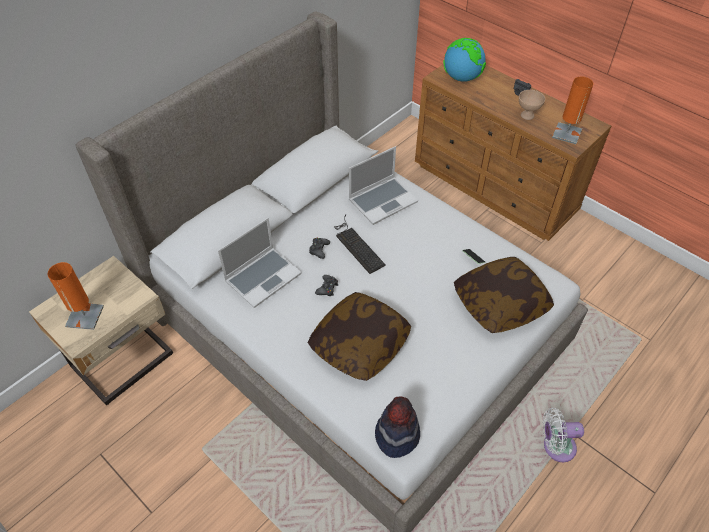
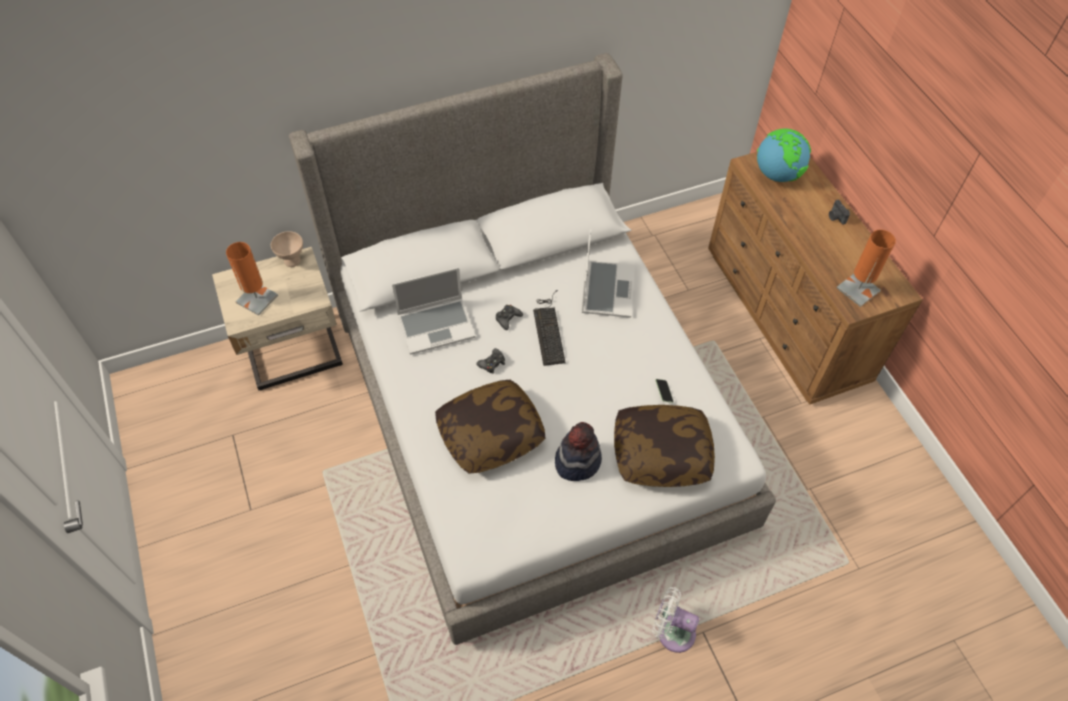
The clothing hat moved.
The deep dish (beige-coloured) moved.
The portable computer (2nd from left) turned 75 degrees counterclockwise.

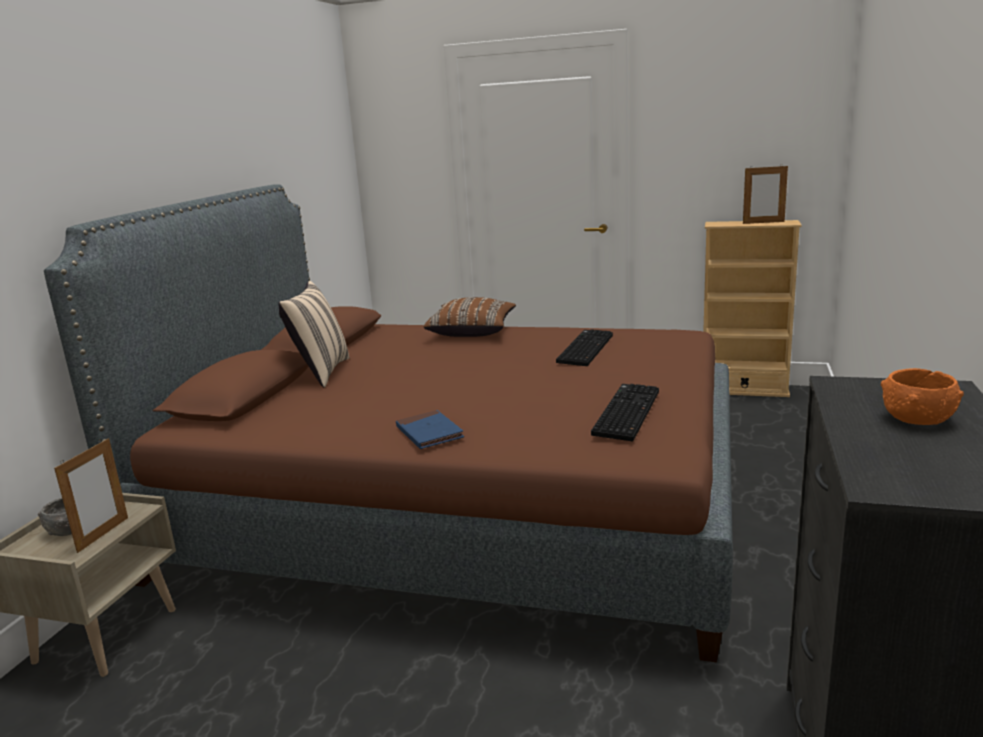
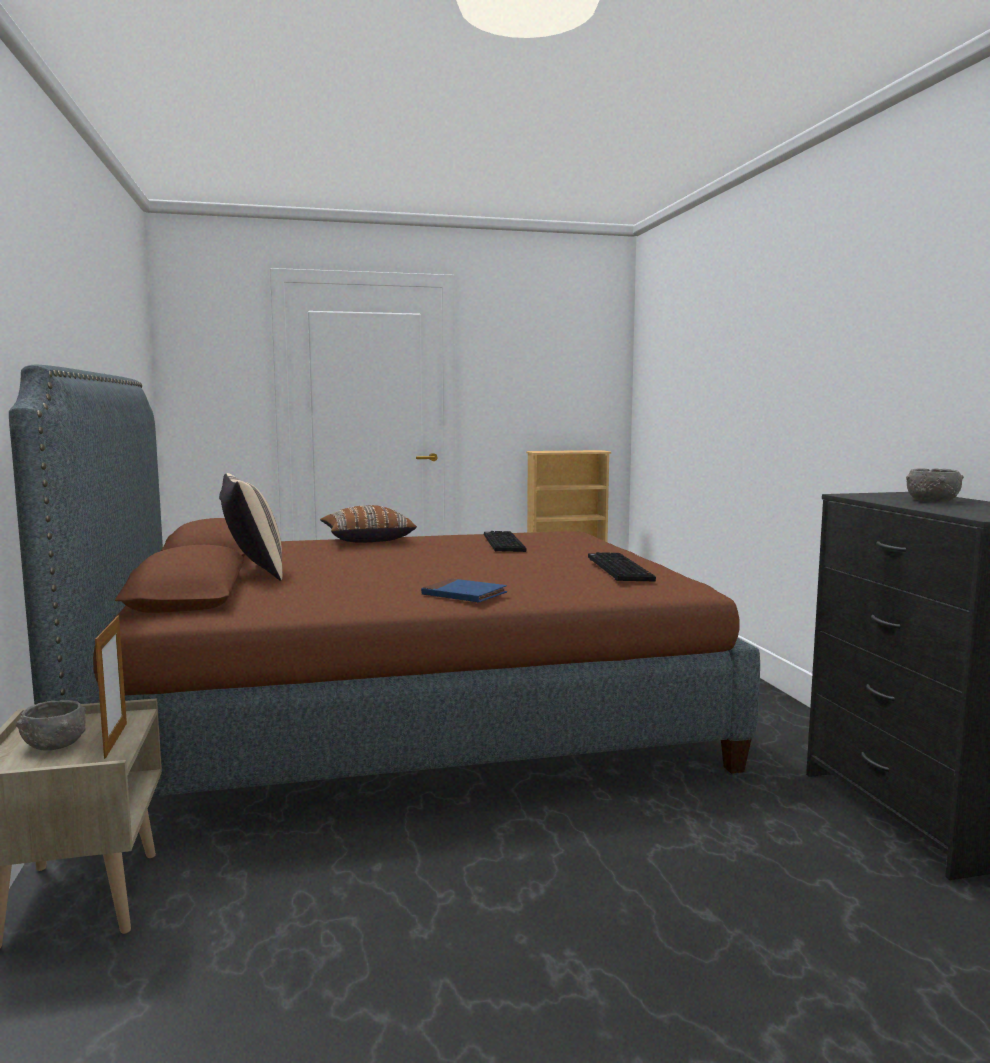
The picture frame (2nd from left) disappeared.
The deep dish (orange) became the deep dish (grey) (2nd from left).

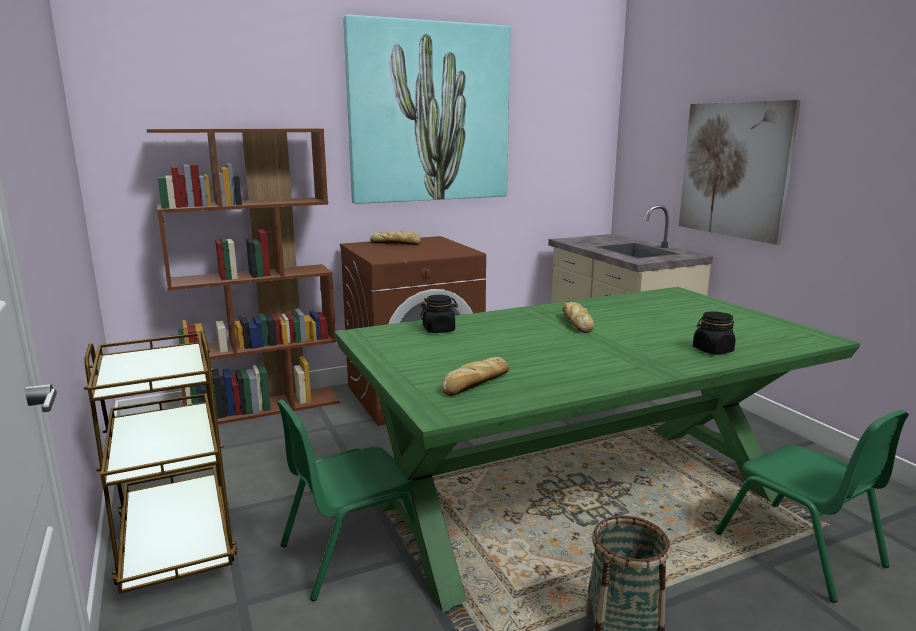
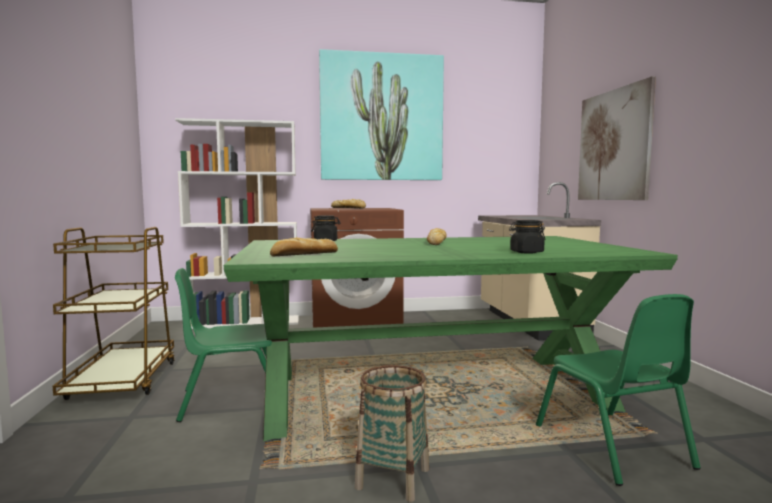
The bookshelf (brownish) became the bookshelf (whitish).

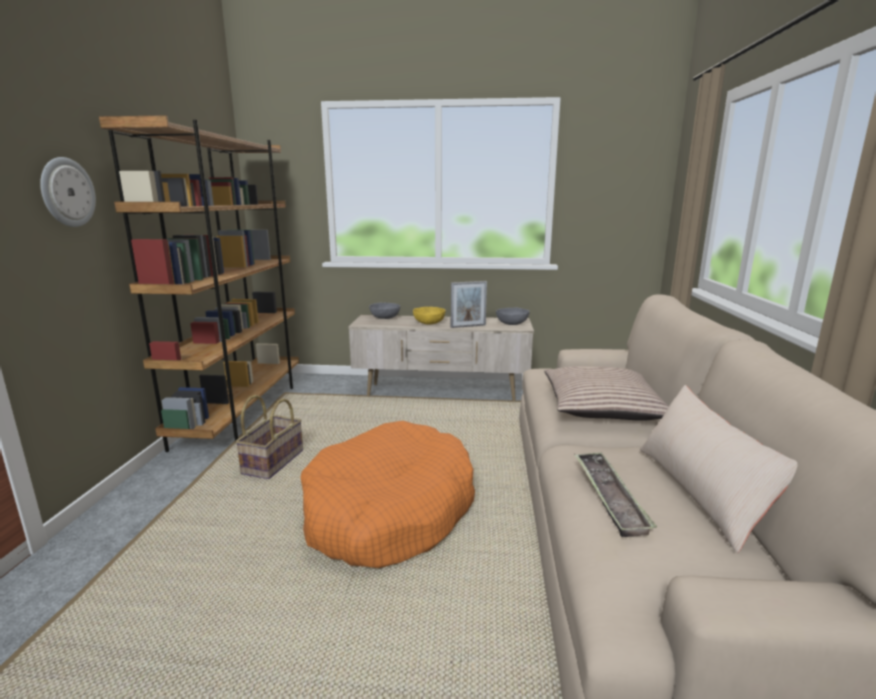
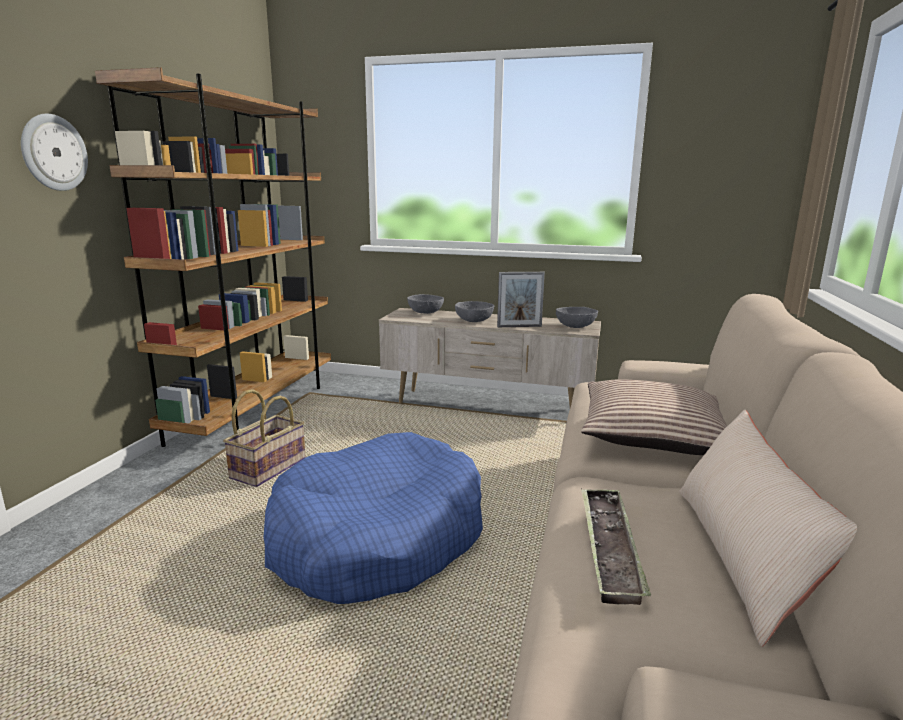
The pet bed (orange) became the pet bed (bluish).
The deep dish (yellowish) became the deep dish (grey) (2nd from left).

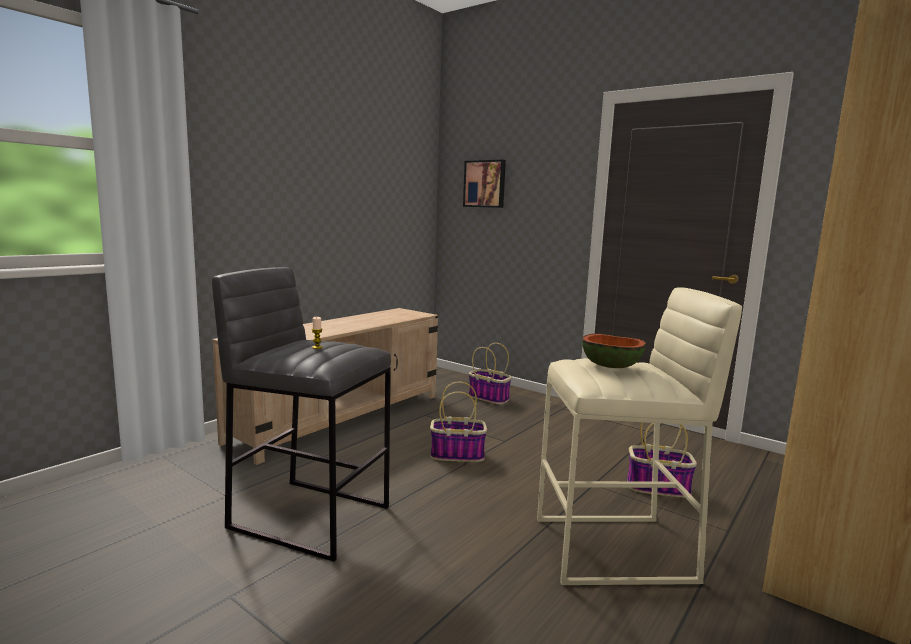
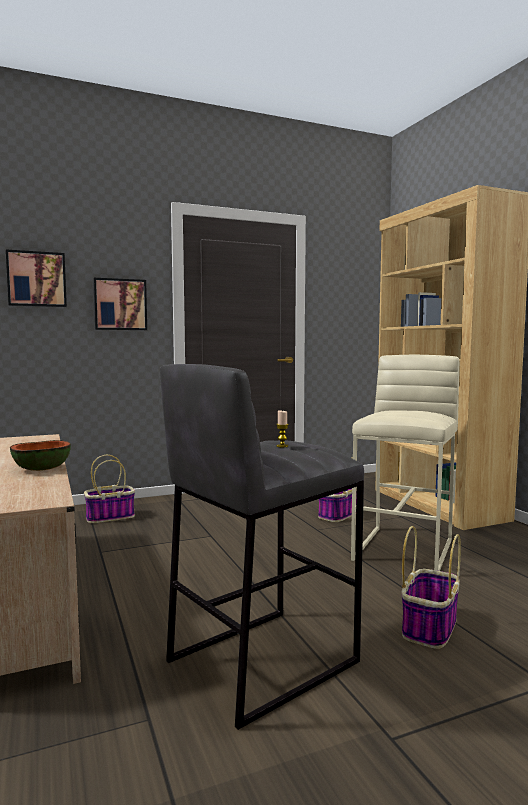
The wall picture (2nd from left) appeared.
The household basket (1st from left in the first image) moved.
The deep dish moved.

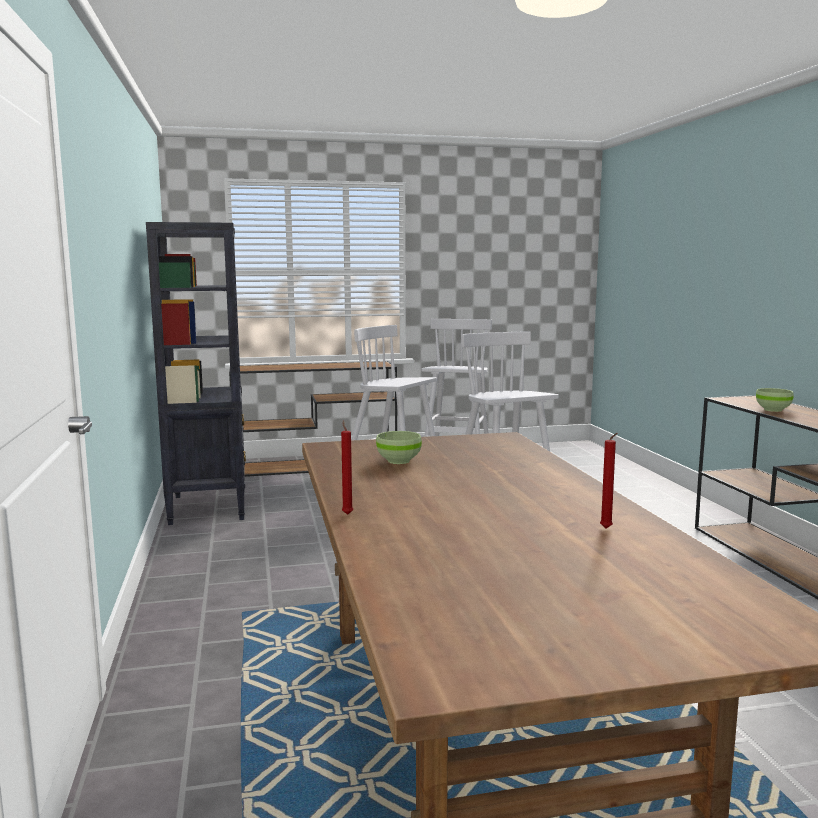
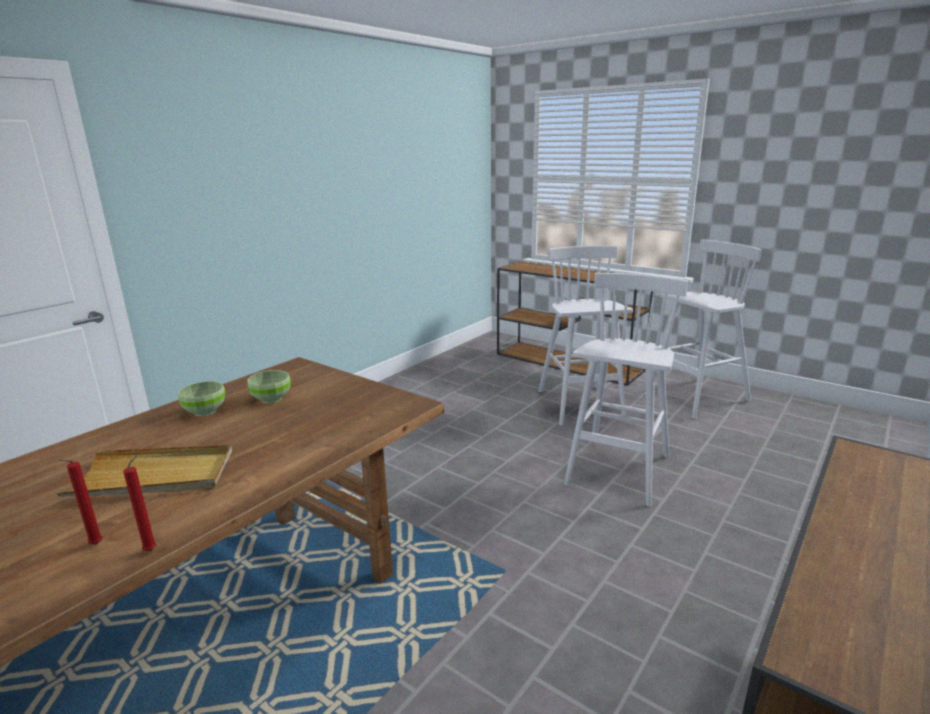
The bookshelf (black-coloured) disappeared.
The serving tray (beige-coloured) appeared.
The wax candle (reddish) (1st from left in the first image) moved.
The deep dish (greenish) (2nd from left in the first image) moved.

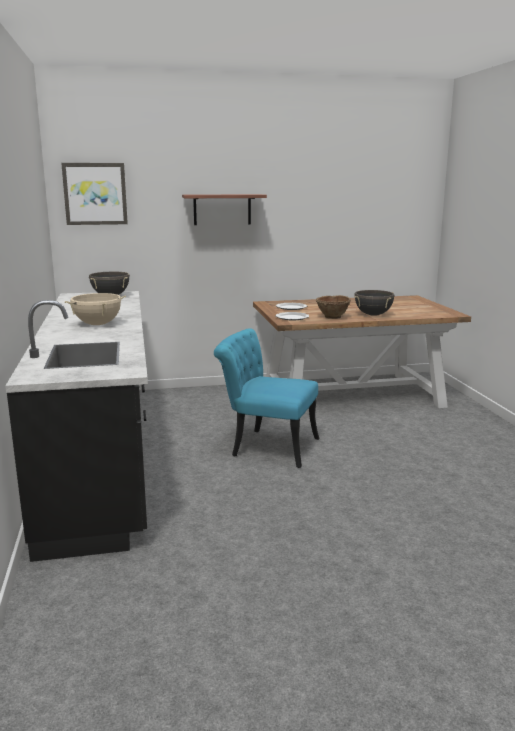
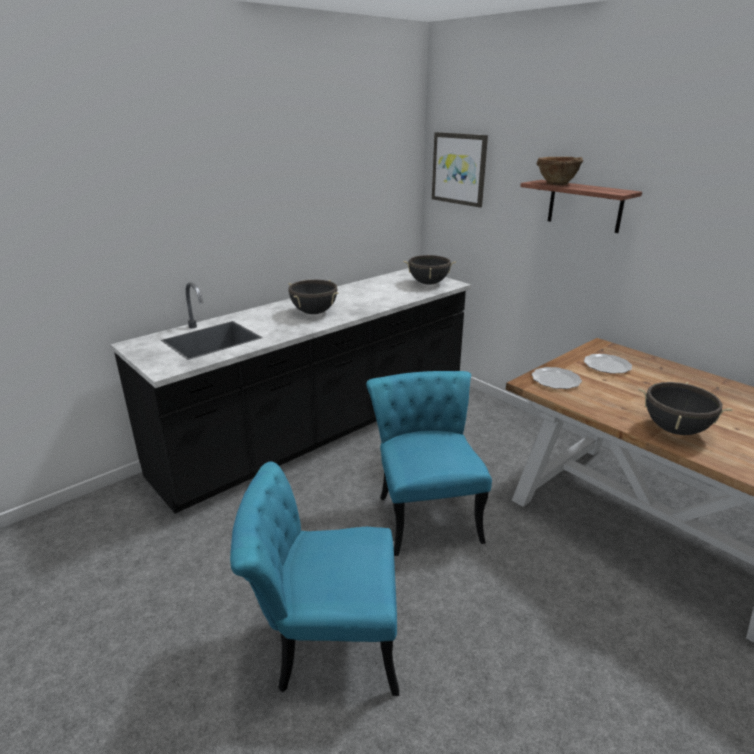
The upright chair (blue-green) (1st from left) appeared.
The deep dish (brownish) moved.
The cooking pot (beige-coloured) became the cooking pot (black-coloured) (1st from left).

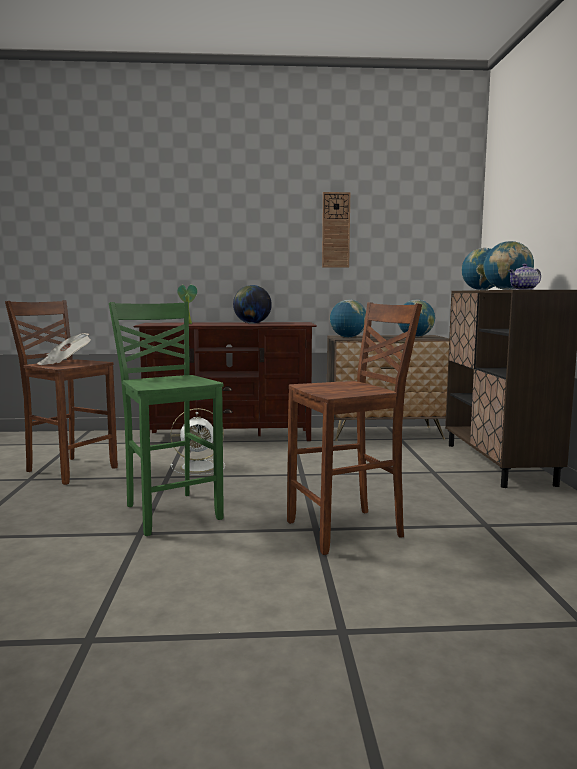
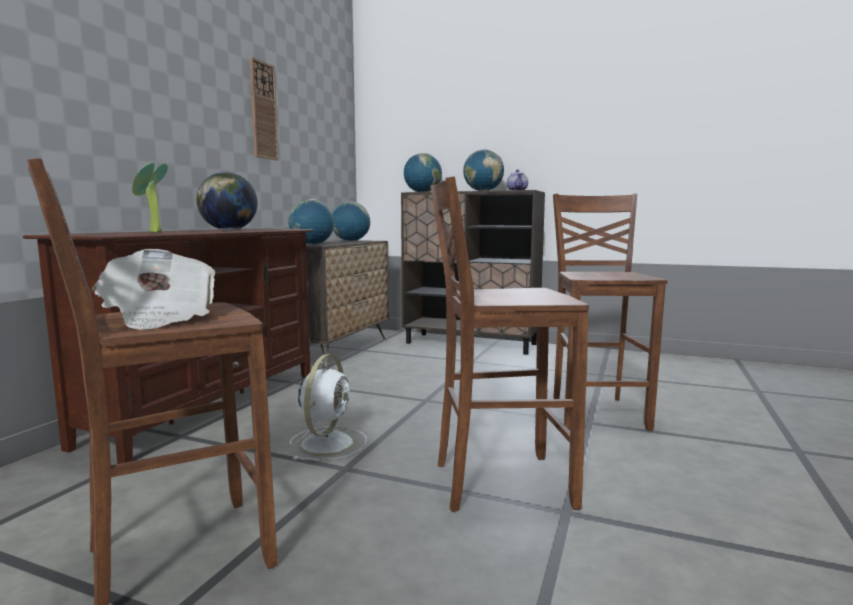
The stool (greenish) became the stool (brownish) (2nd from left).

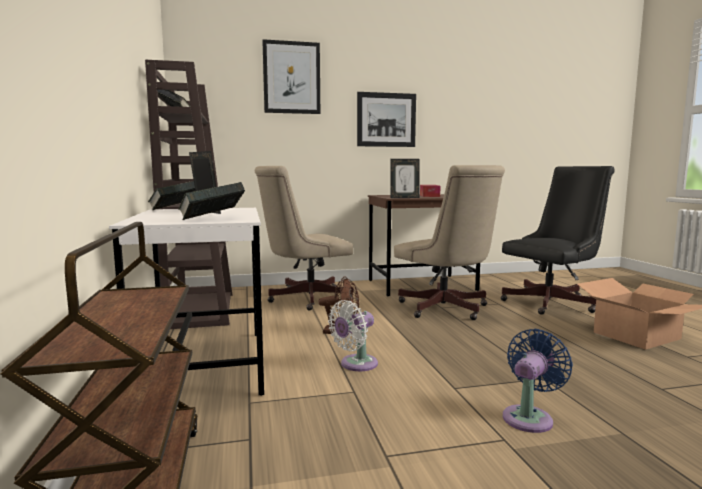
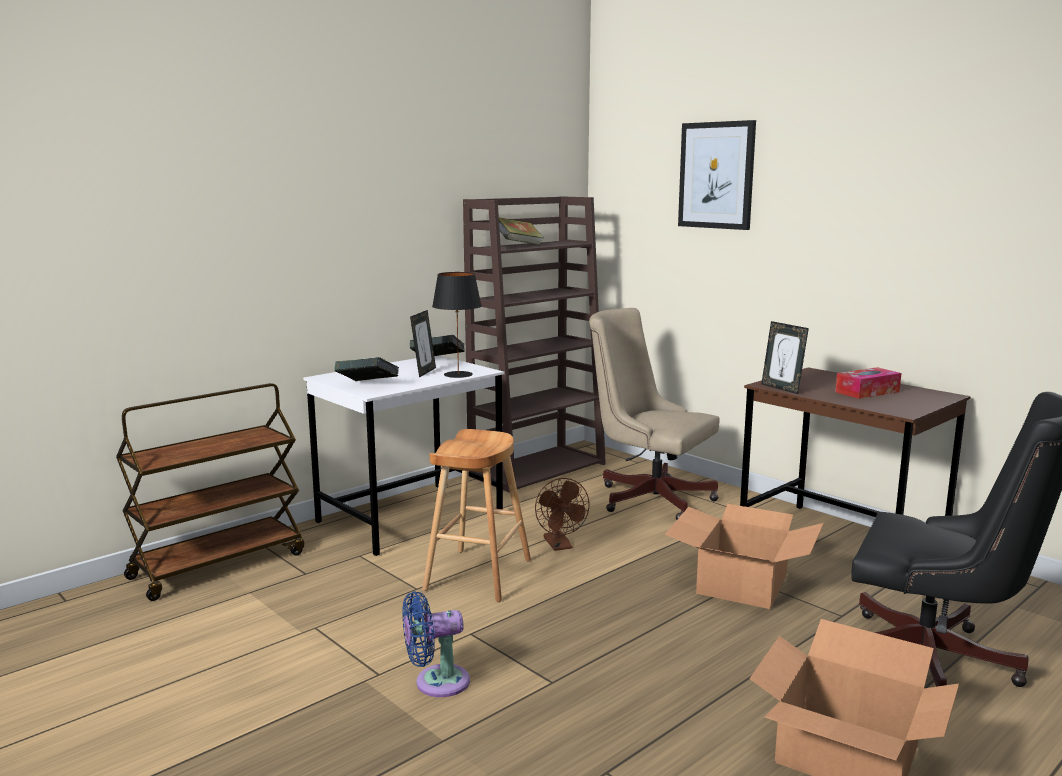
The wall picture (2nd from left) disappeared.
The lamp for a table (black-coloured) appeared.
The electric fan (whitish) was replaced by the stool (brownish).
The desk chair (beige-coloured) (2nd from left) was replaced by the cardboard box (1st from left).
The electric fan (bluish) turned 150 degrees clockwise.

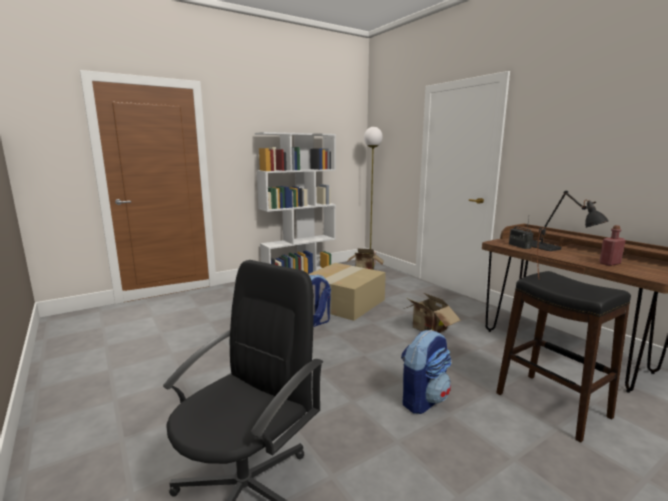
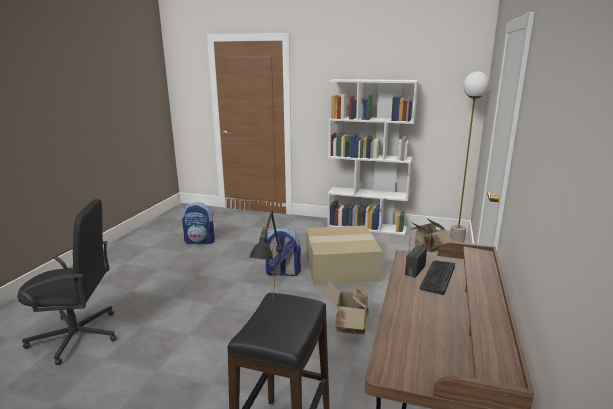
The drink bottle (reddish) disappeared.
The knapsack (2nd from left in the first image) moved.

